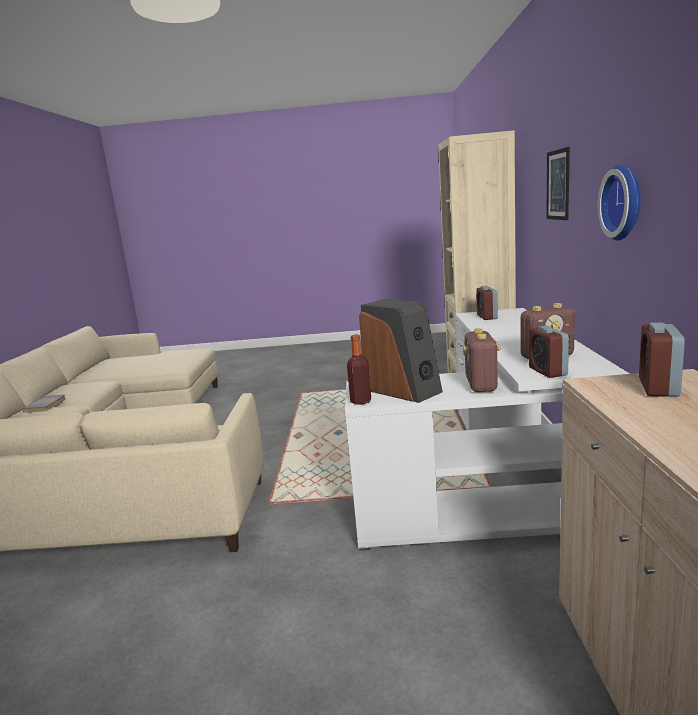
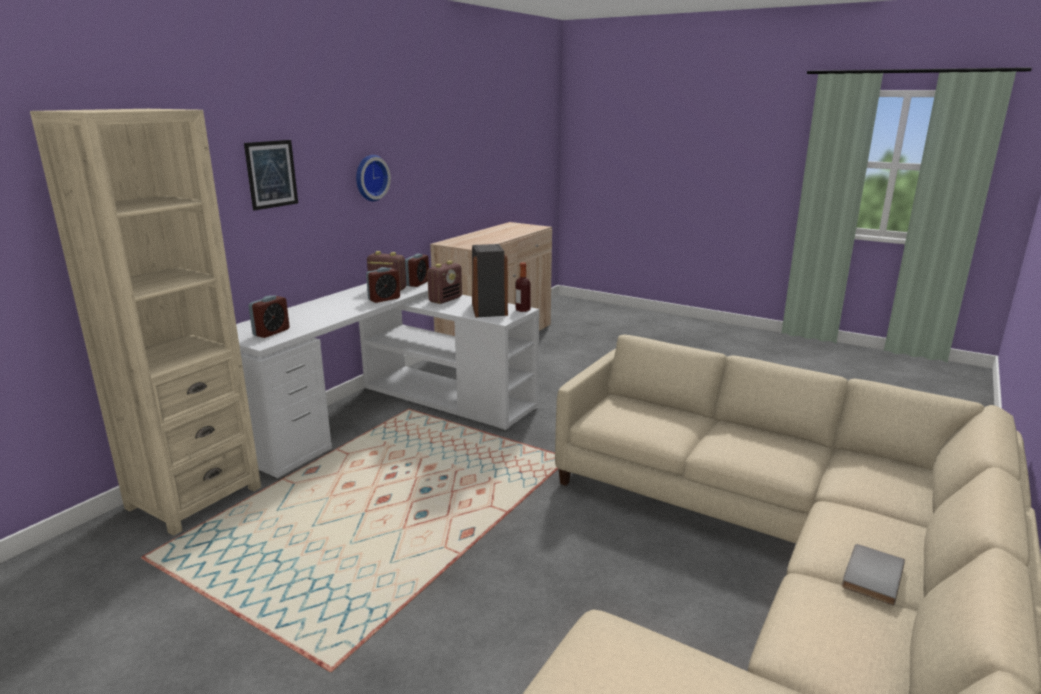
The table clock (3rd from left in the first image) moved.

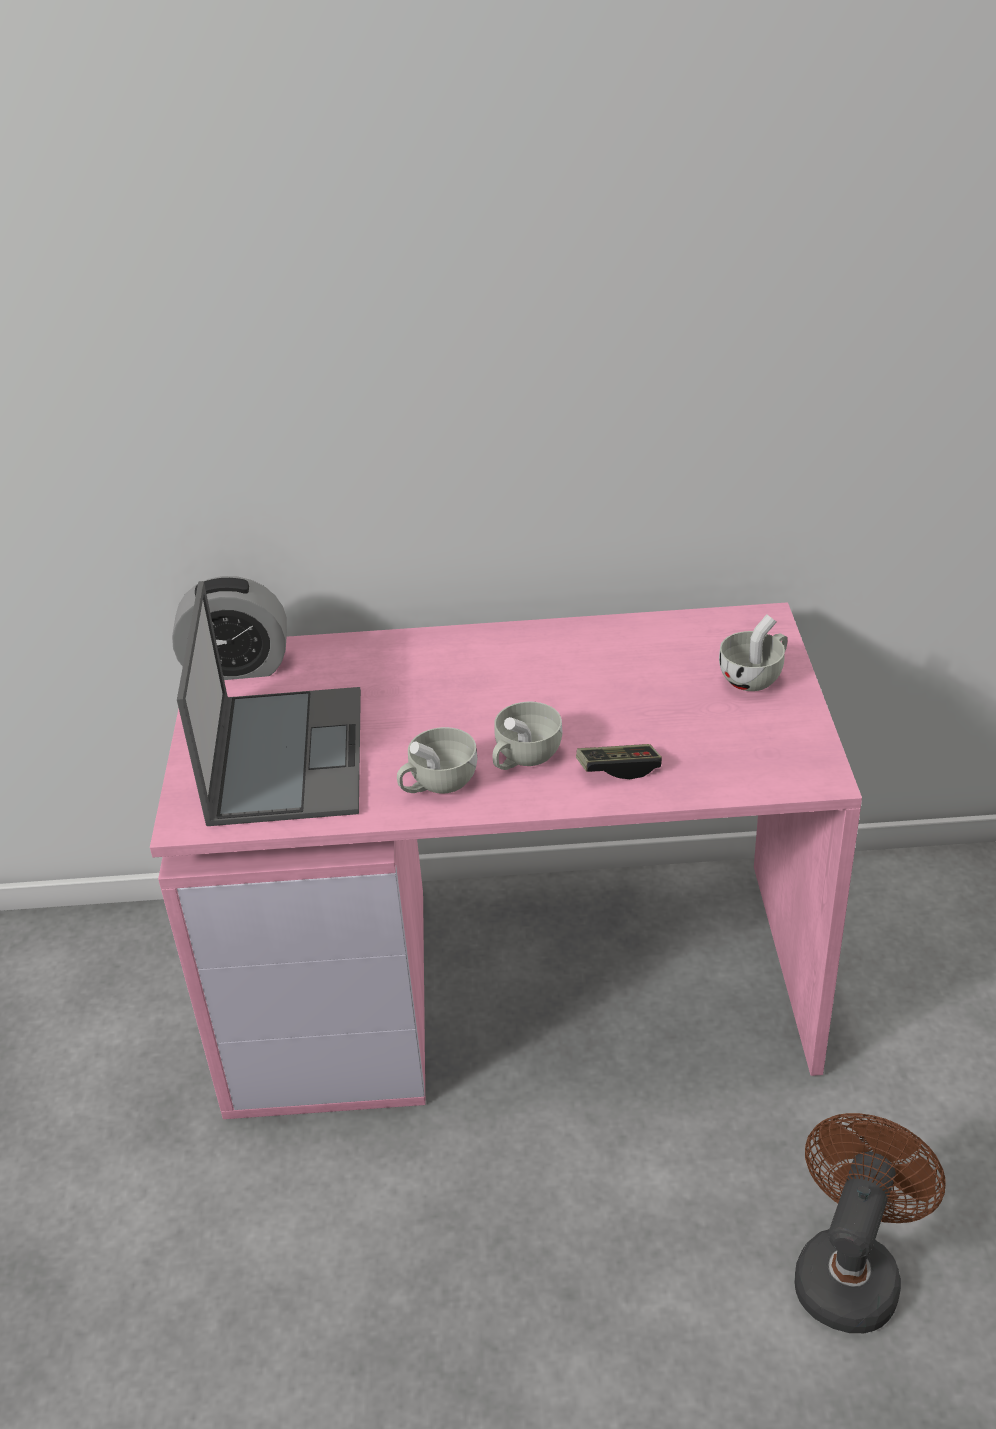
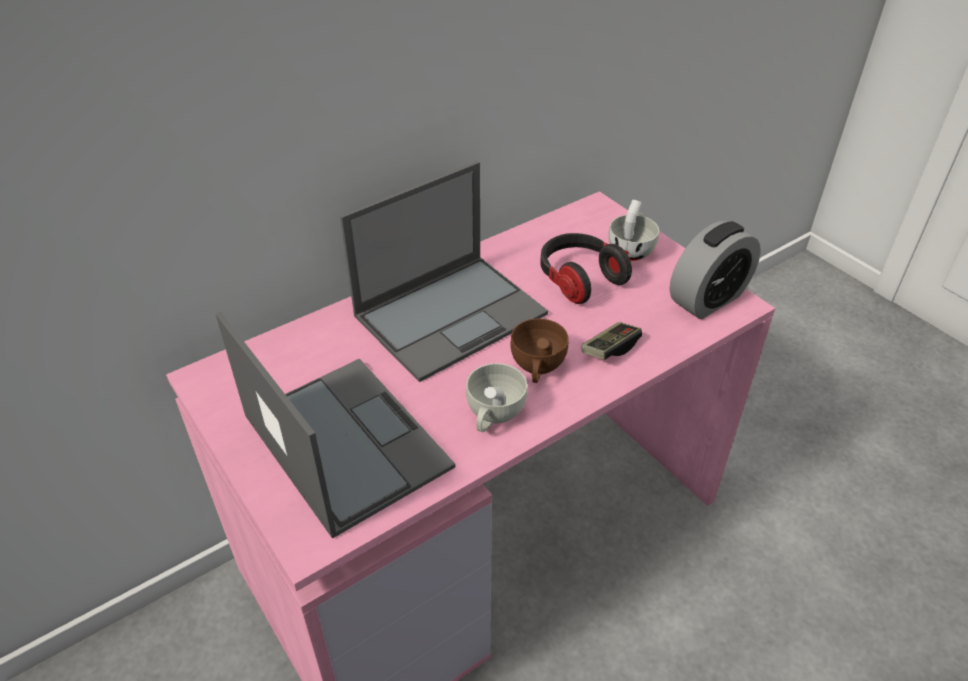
The electric fan (brownish) disappeared.
The portable computer (2nd from left) appeared.
The pair of headphones appeared.
The table clock moved.
The cup (whitish) (2nd from left) became the cup (brownish).

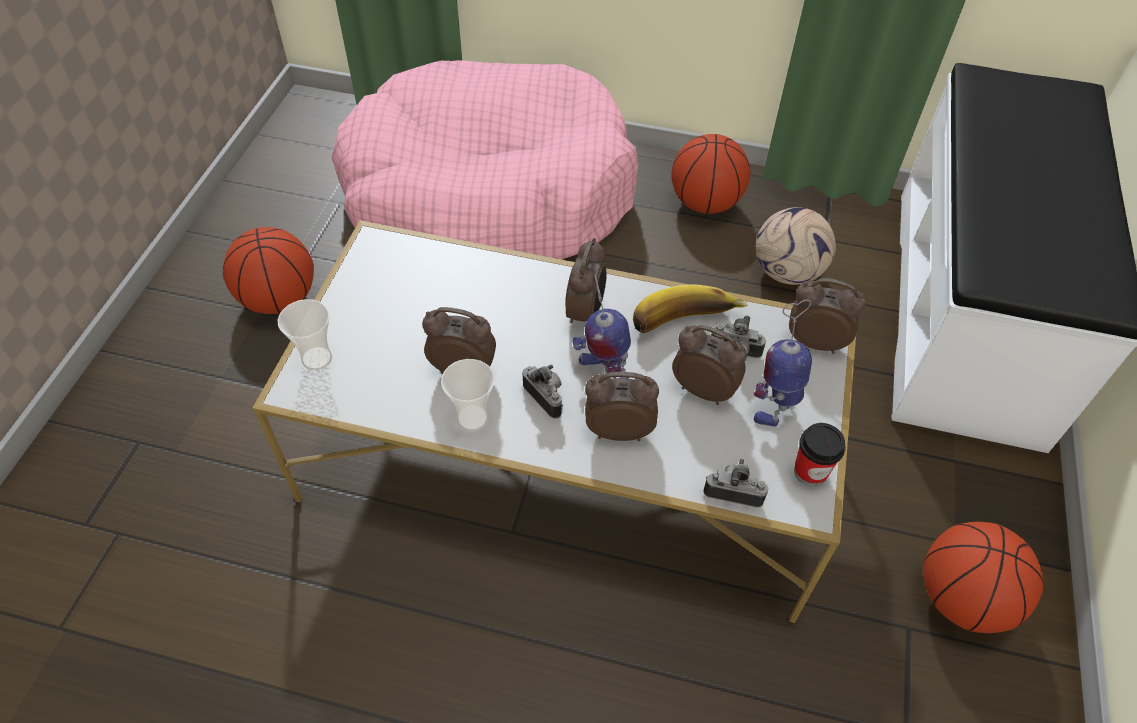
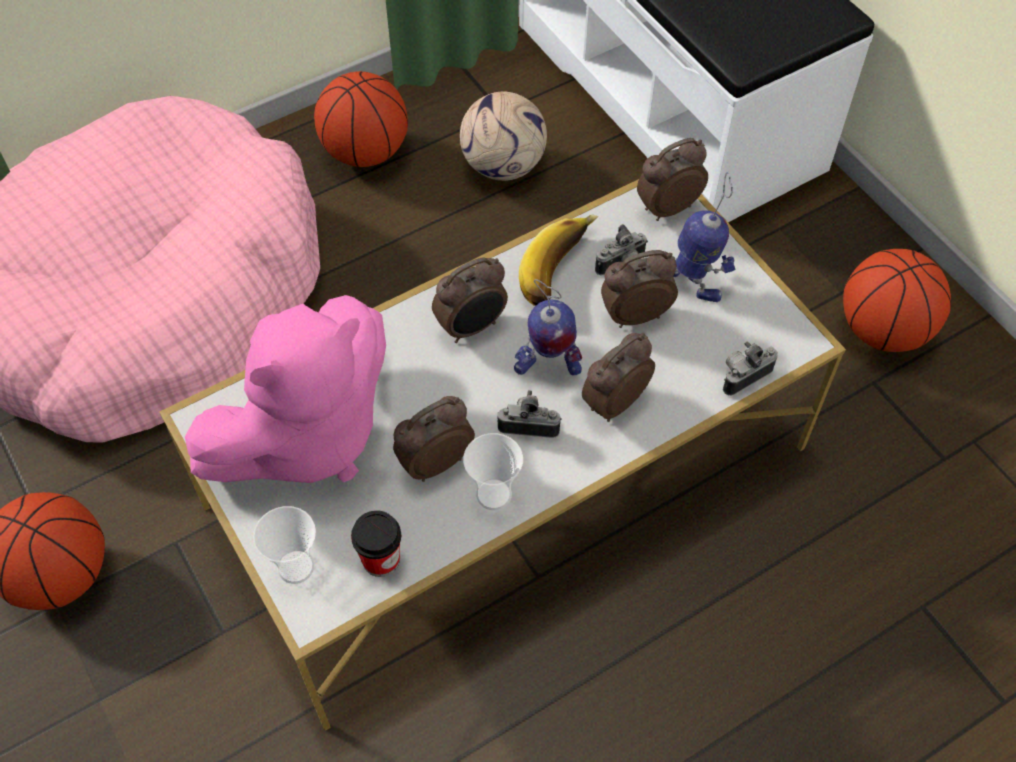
The soft toy (pinkish) appeared.
The cup (3rd from left in the first image) moved.
The table clock (2nd from left) turned 90 degrees clockwise.
The robot figure (2nd from left) turned 150 degrees clockwise.

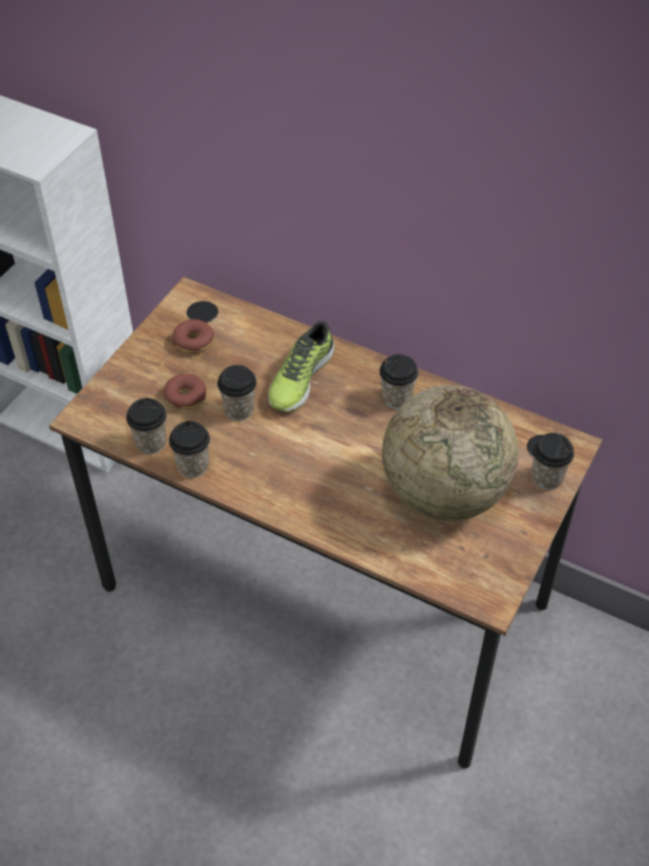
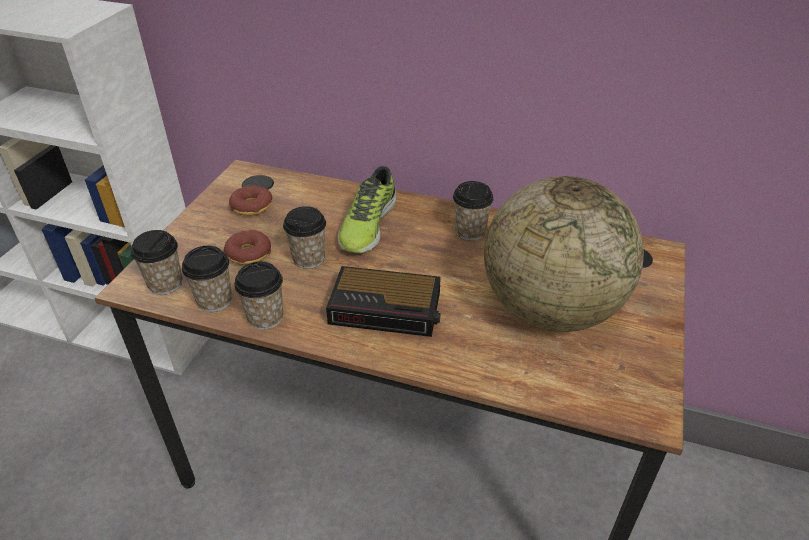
The table clock appeared.
The cup (5th from left in the first image) moved.

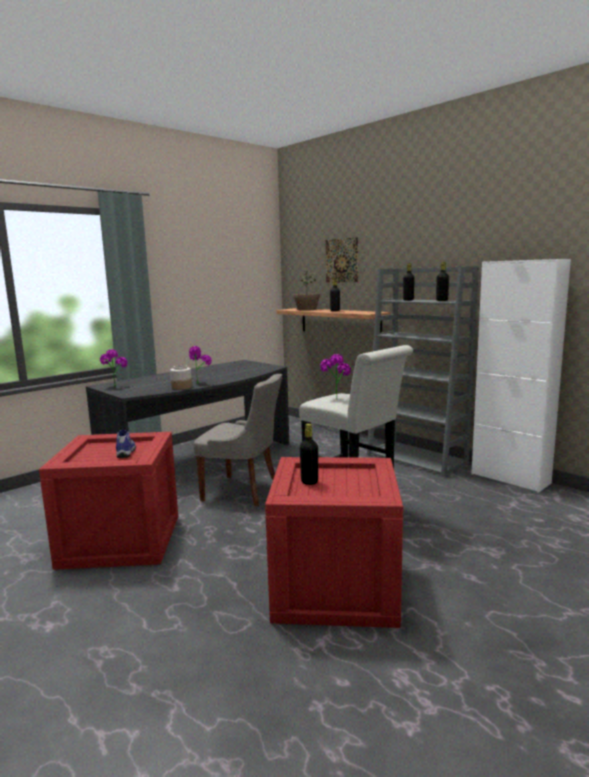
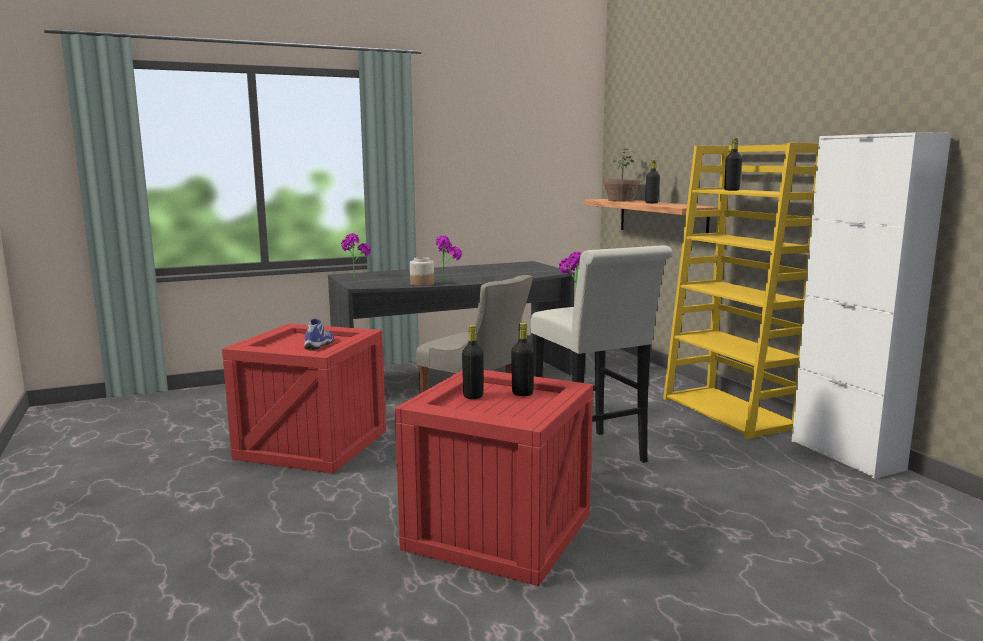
The wall picture disappeared.
The drink bottle (black-coloured) (4th from left in the first image) moved.
The bookshelf (grey) became the bookshelf (yellowish).

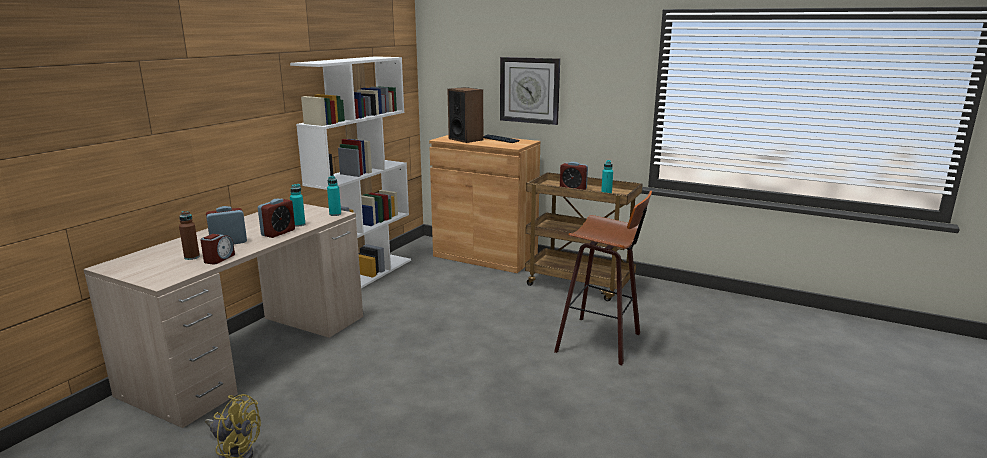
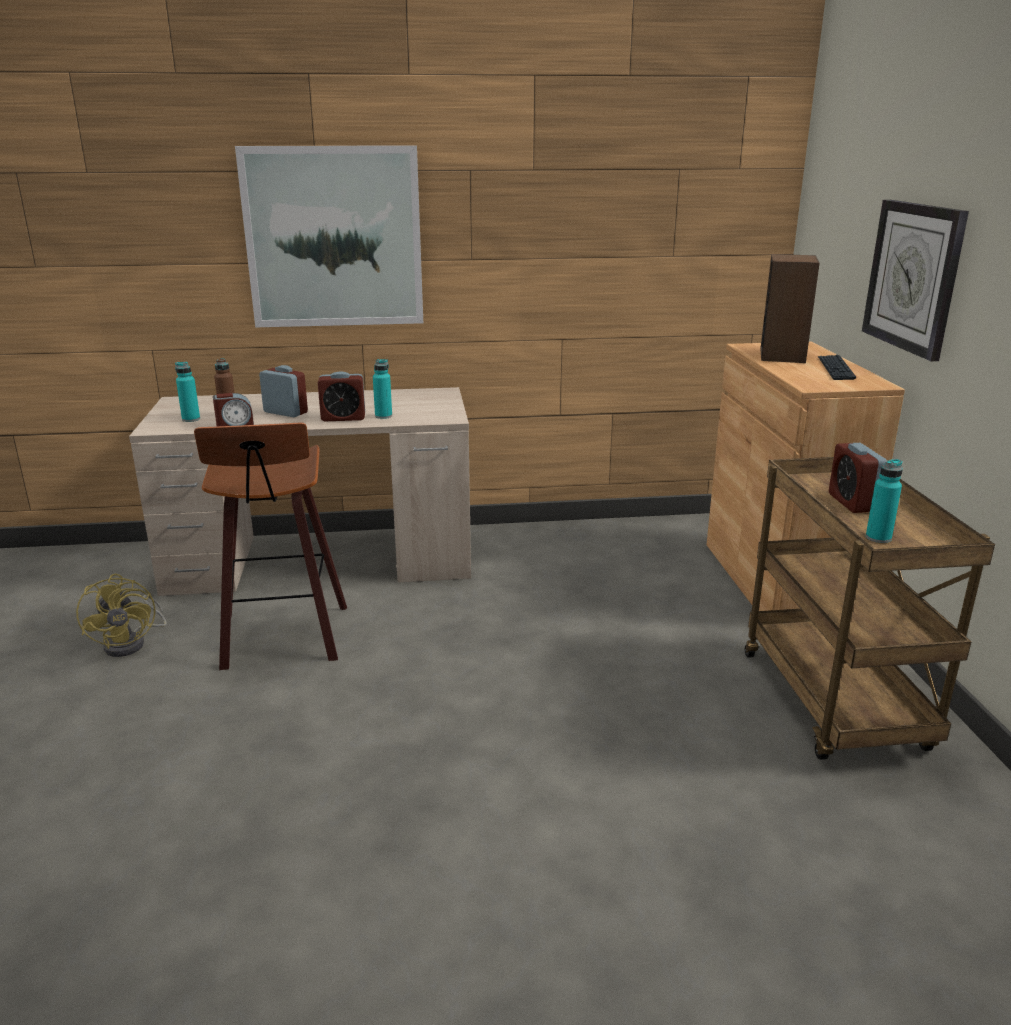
The bookshelf (whitish) disappeared.
The wall picture appeared.
The drink bottle (blue-green) (2nd from left in the first image) moved.
The stool moved.

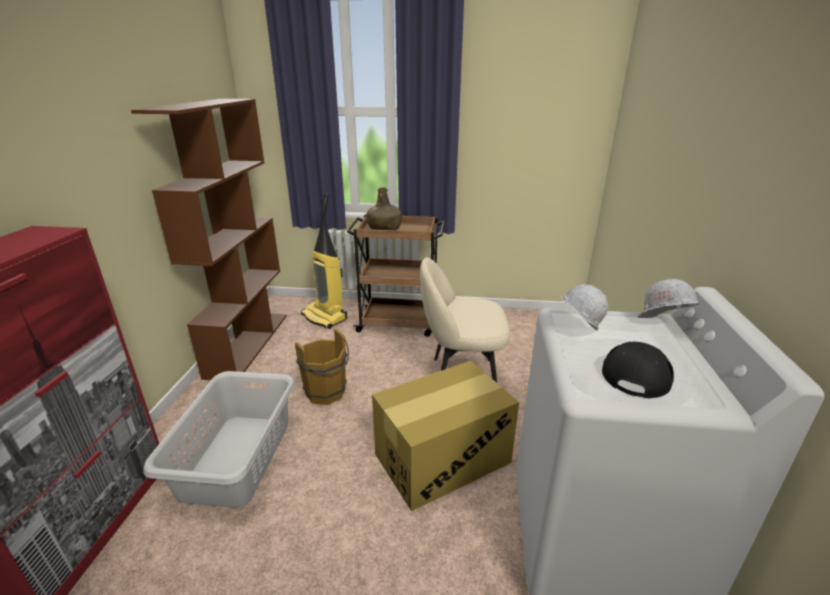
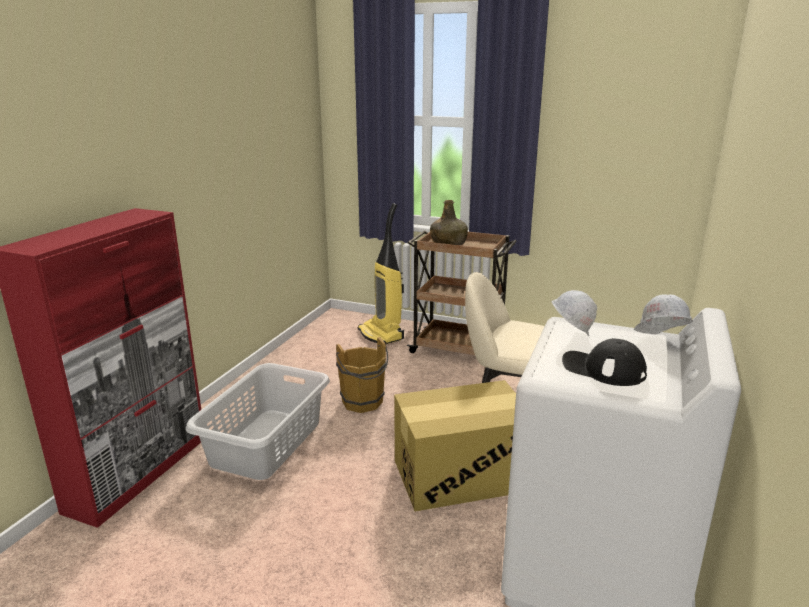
The bookshelf (brownish) disappeared.
The peaked cap (black-coloured) turned 105 degrees counterclockwise.

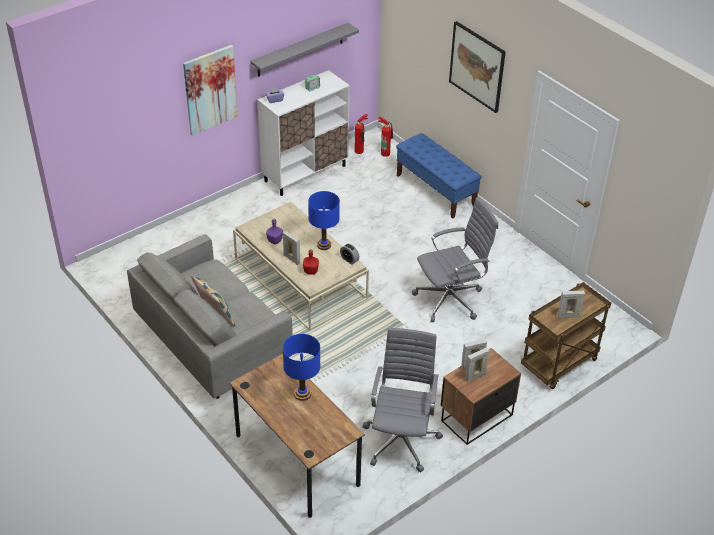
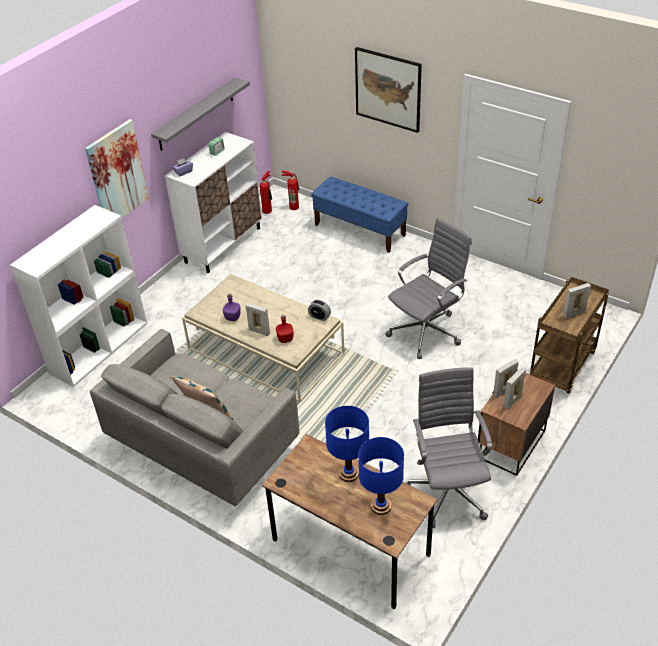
The bookshelf (whitish) appeared.
The lamp for a table (bluish) (2nd from left) moved.

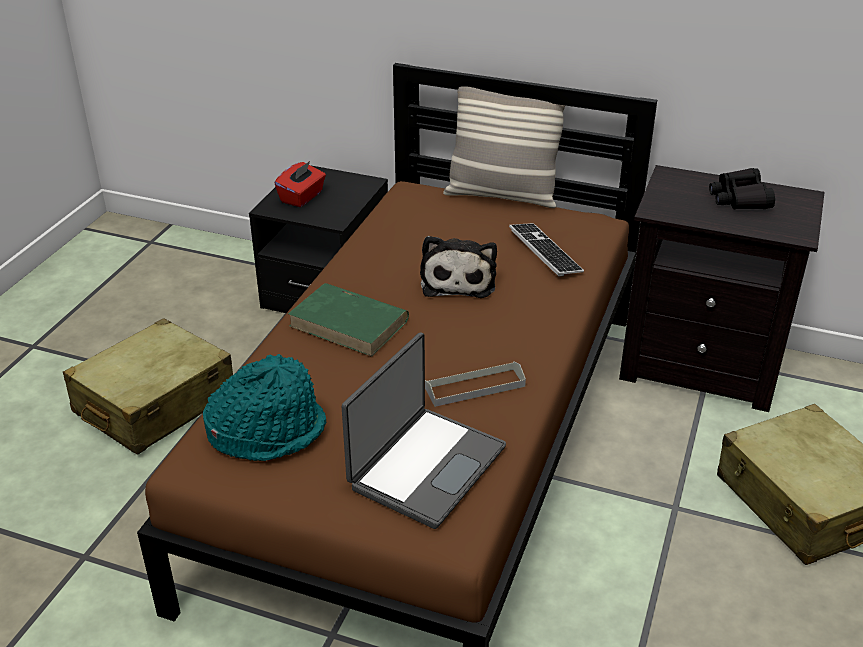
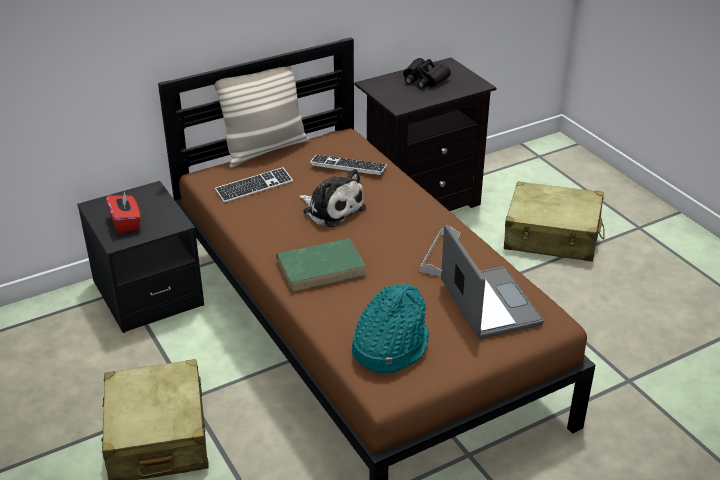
The PC keyboard (1st from left) appeared.

